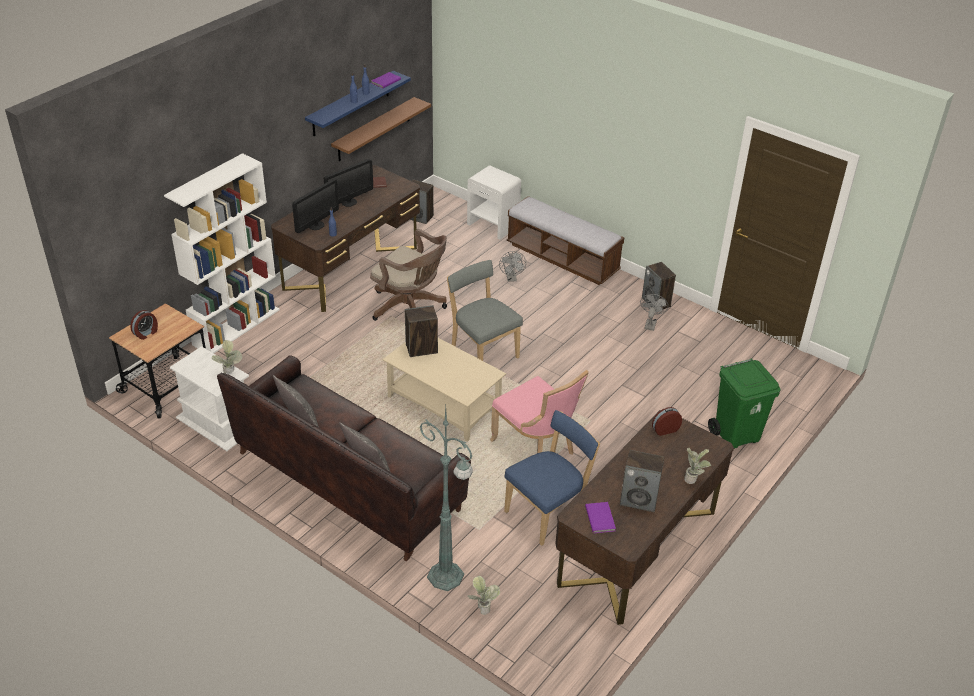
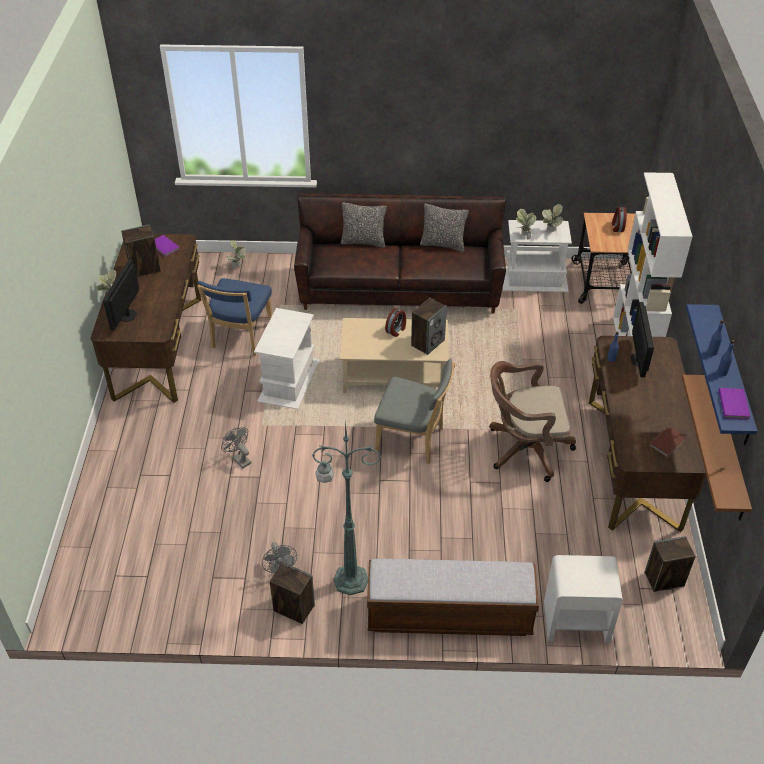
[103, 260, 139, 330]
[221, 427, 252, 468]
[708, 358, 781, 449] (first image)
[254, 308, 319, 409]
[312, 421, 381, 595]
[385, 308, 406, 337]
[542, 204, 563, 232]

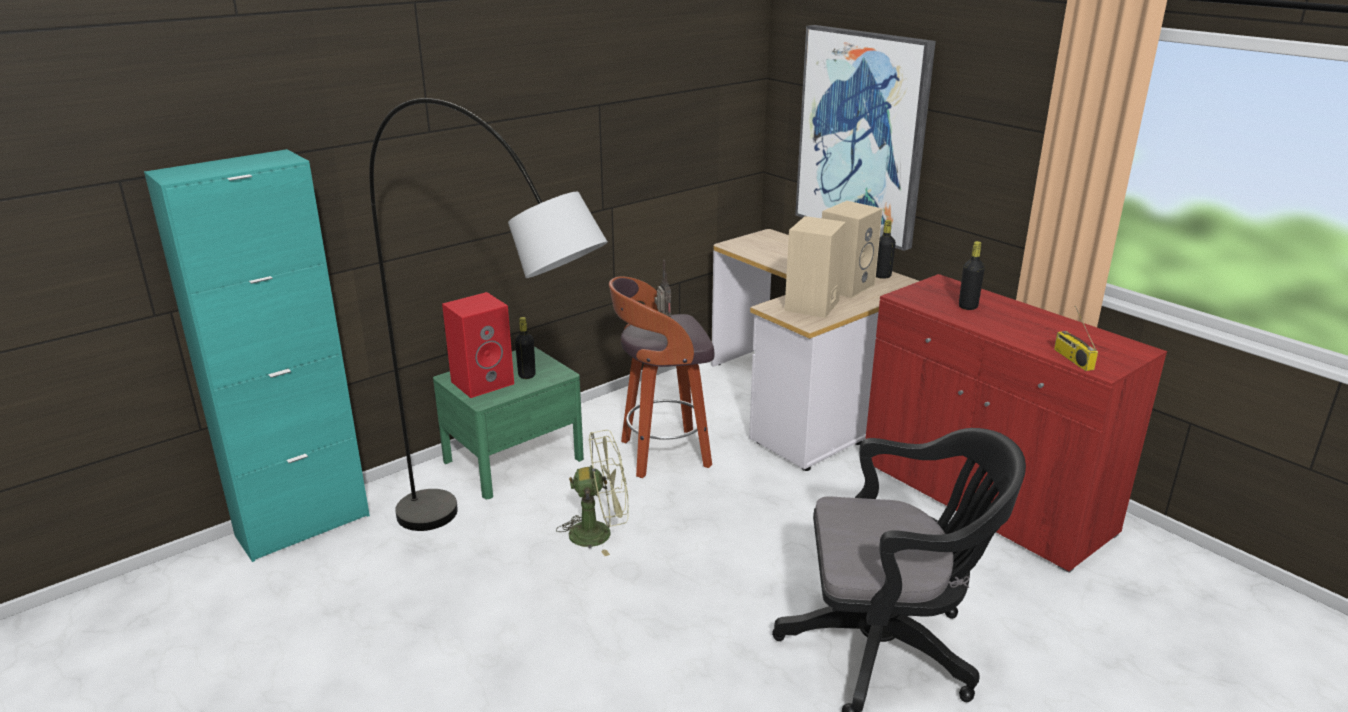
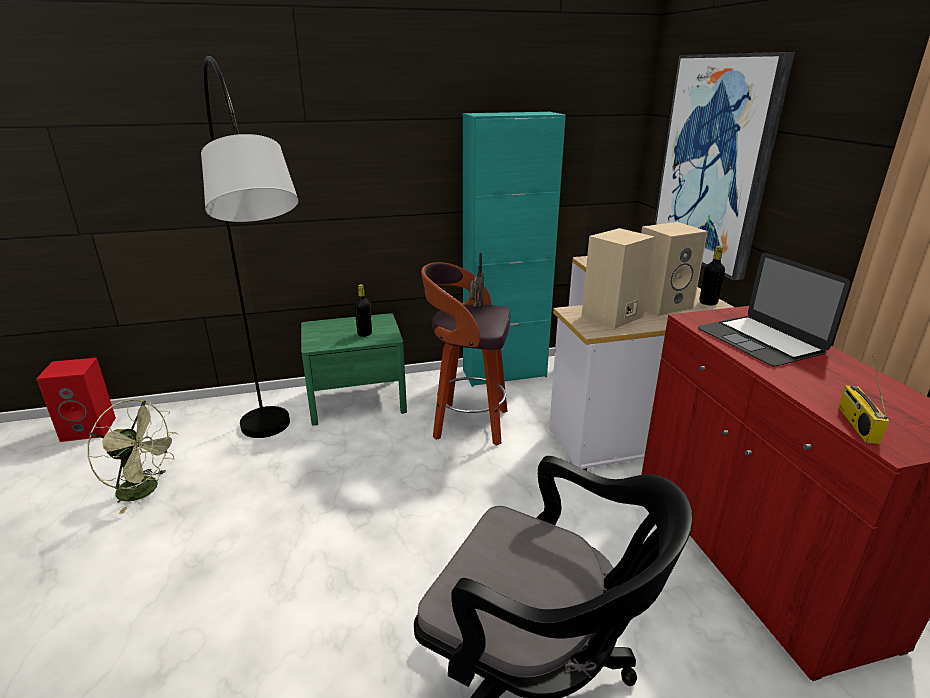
[463, 112, 566, 387]
[698, 252, 850, 366]
[36, 358, 116, 442]
[87, 399, 178, 514]

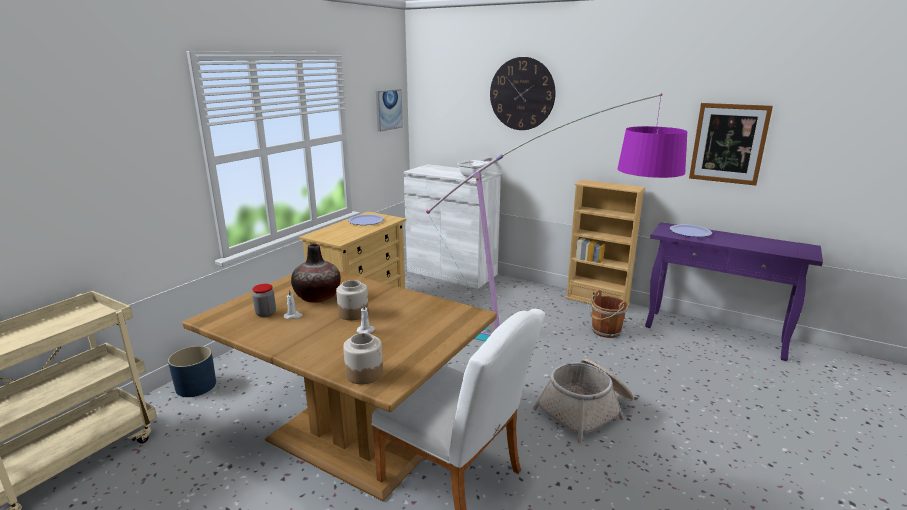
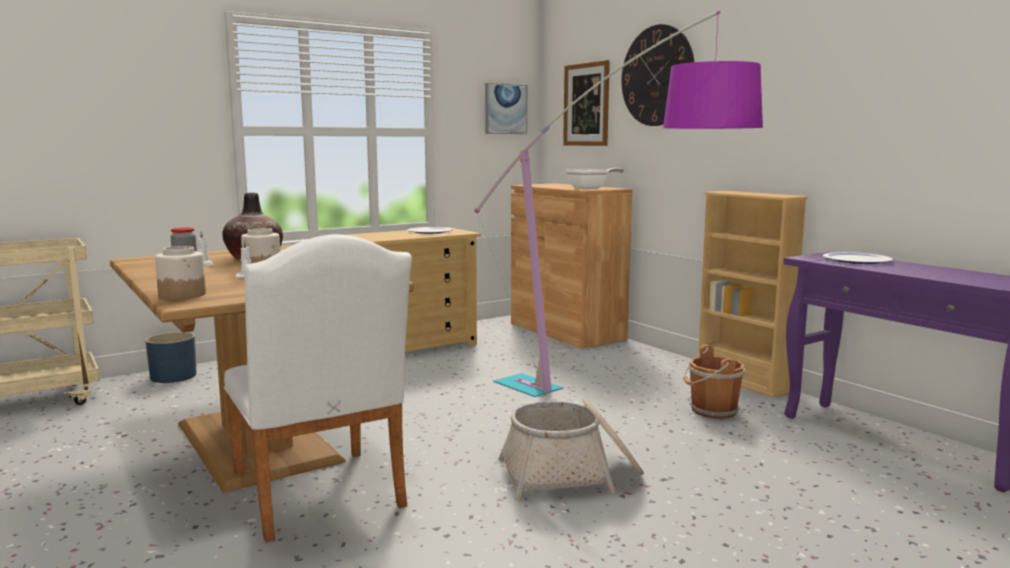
[563, 60, 610, 146]
[511, 183, 632, 349]

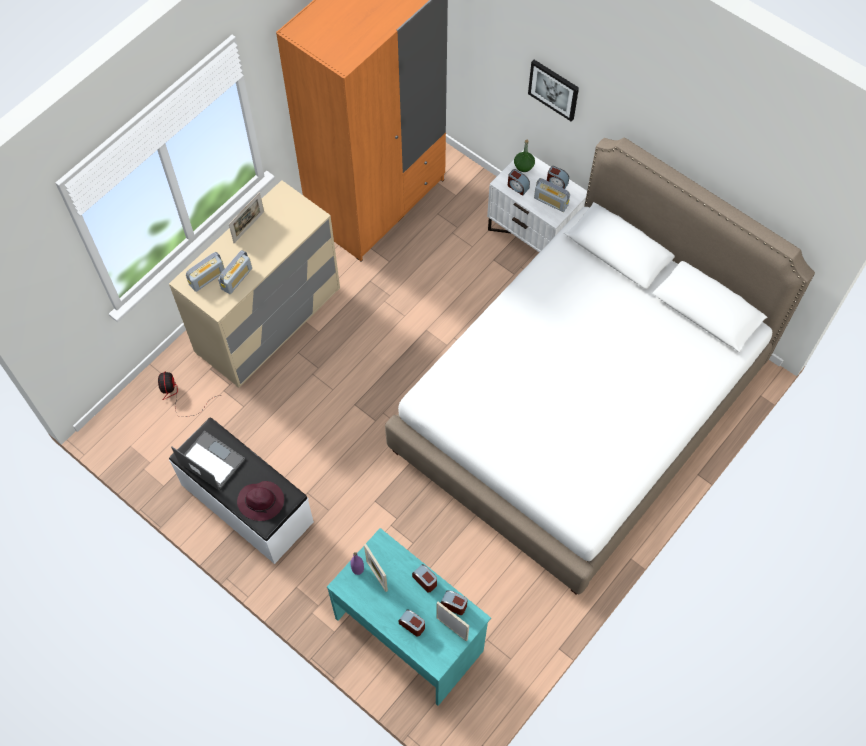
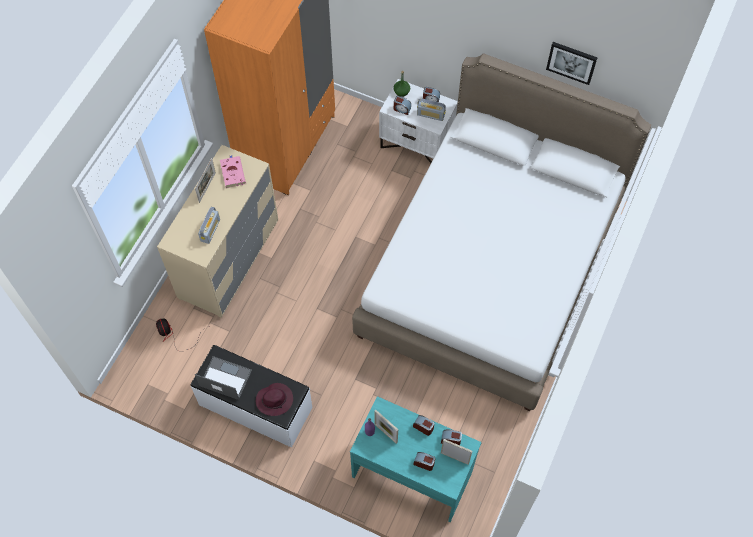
[546, 42, 597, 85]
[186, 252, 225, 292] (first image)
[220, 155, 246, 188]

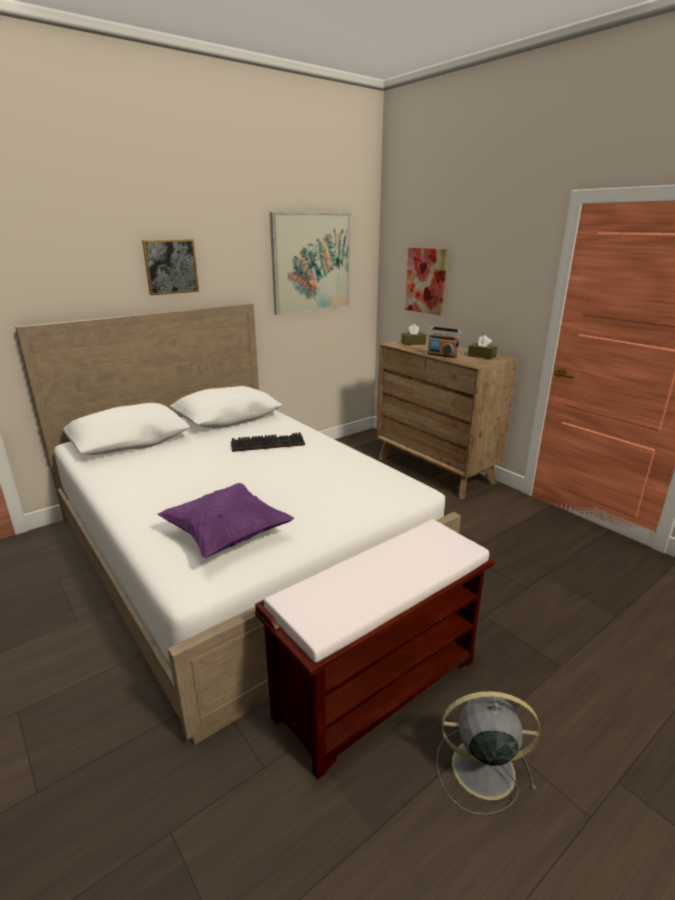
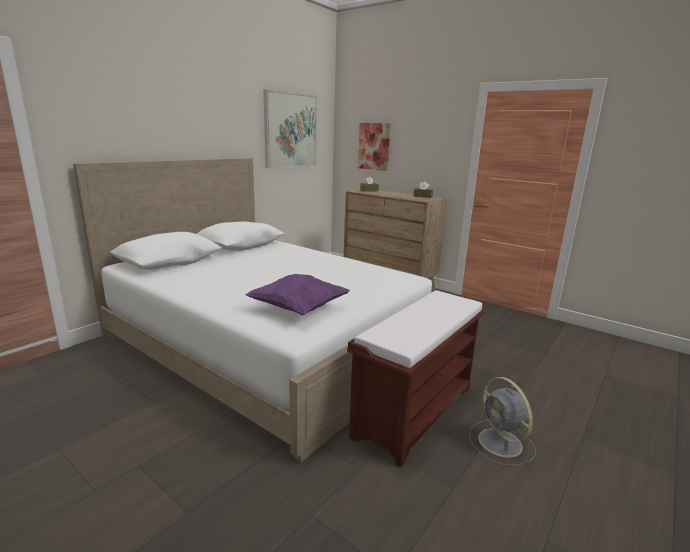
[142, 239, 199, 295] (first image)
[427, 327, 461, 358] (first image)
[231, 433, 305, 452] (first image)
[469, 377, 536, 466]

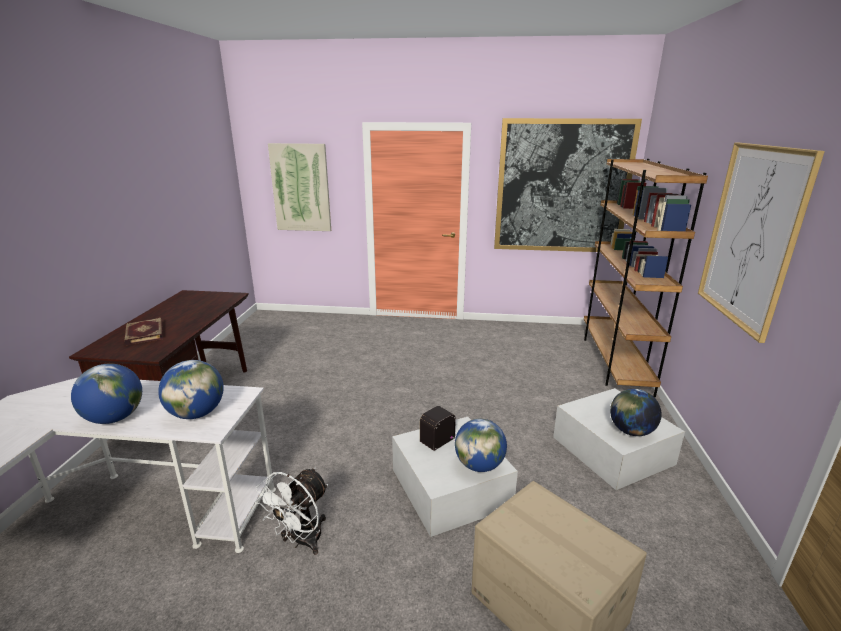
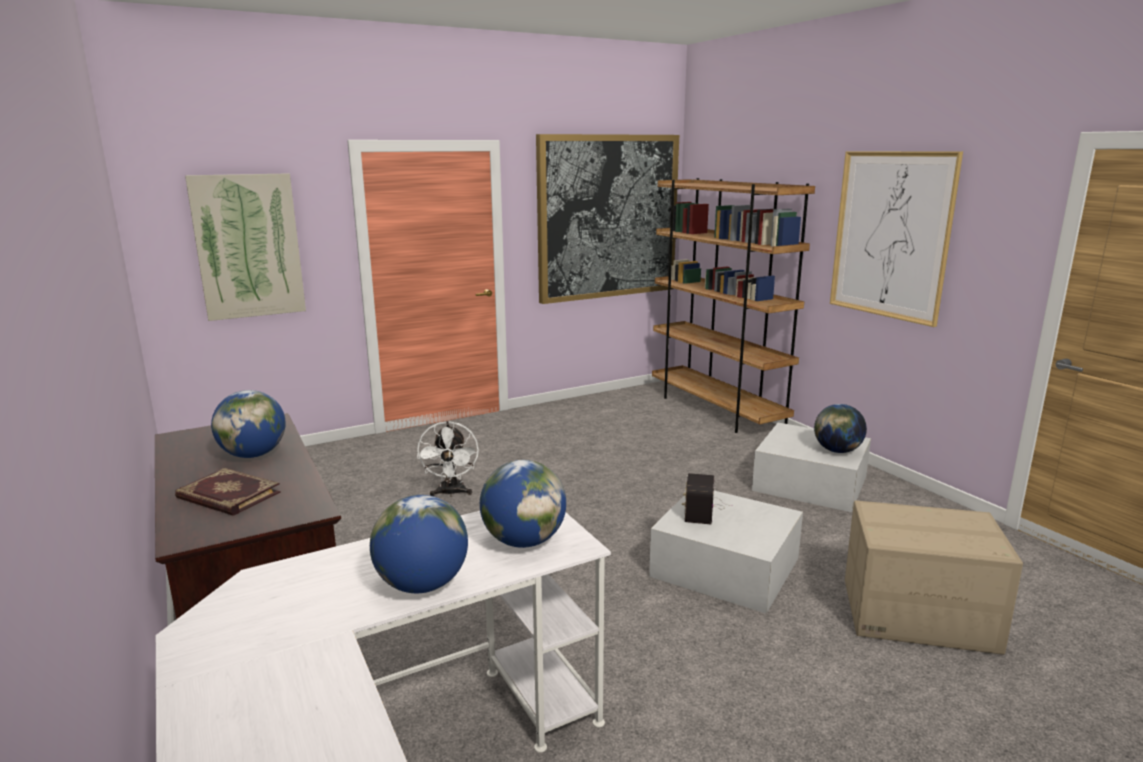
[211, 390, 286, 458]
[417, 421, 479, 497]

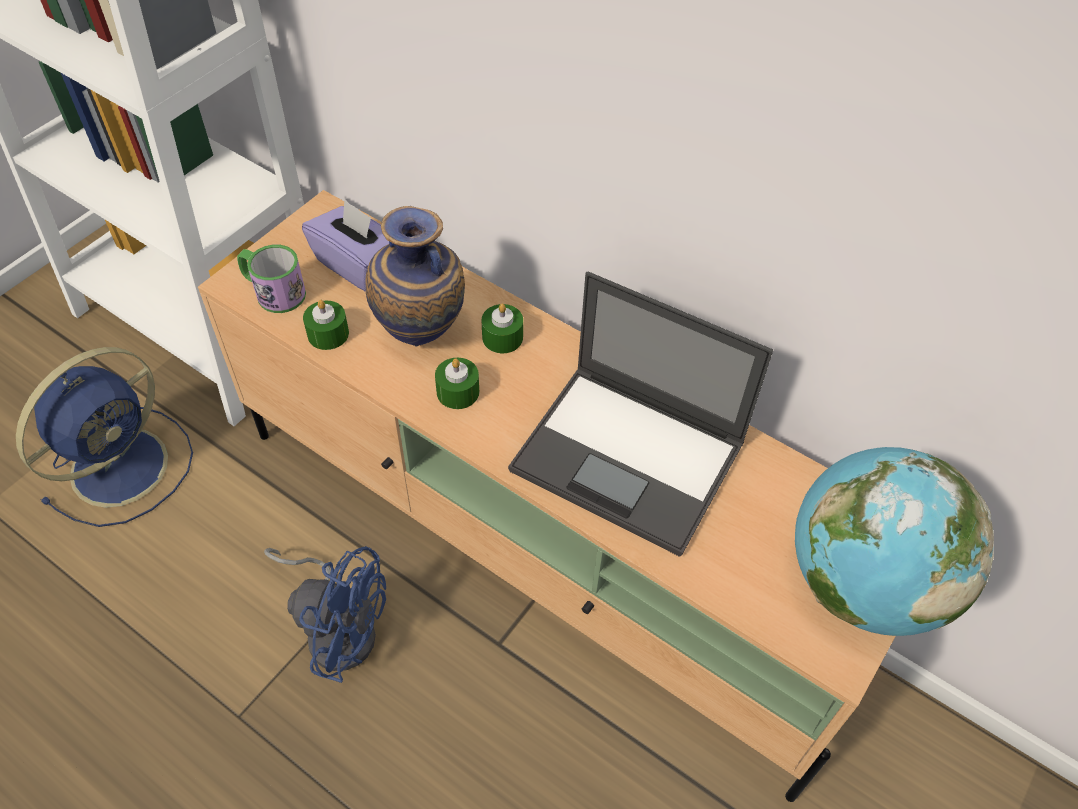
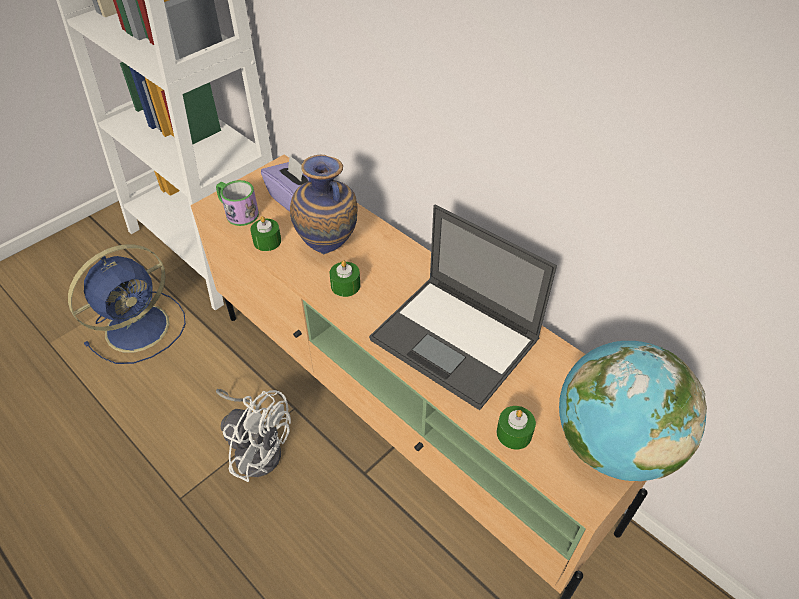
[496, 406, 536, 450]
[216, 389, 291, 482]

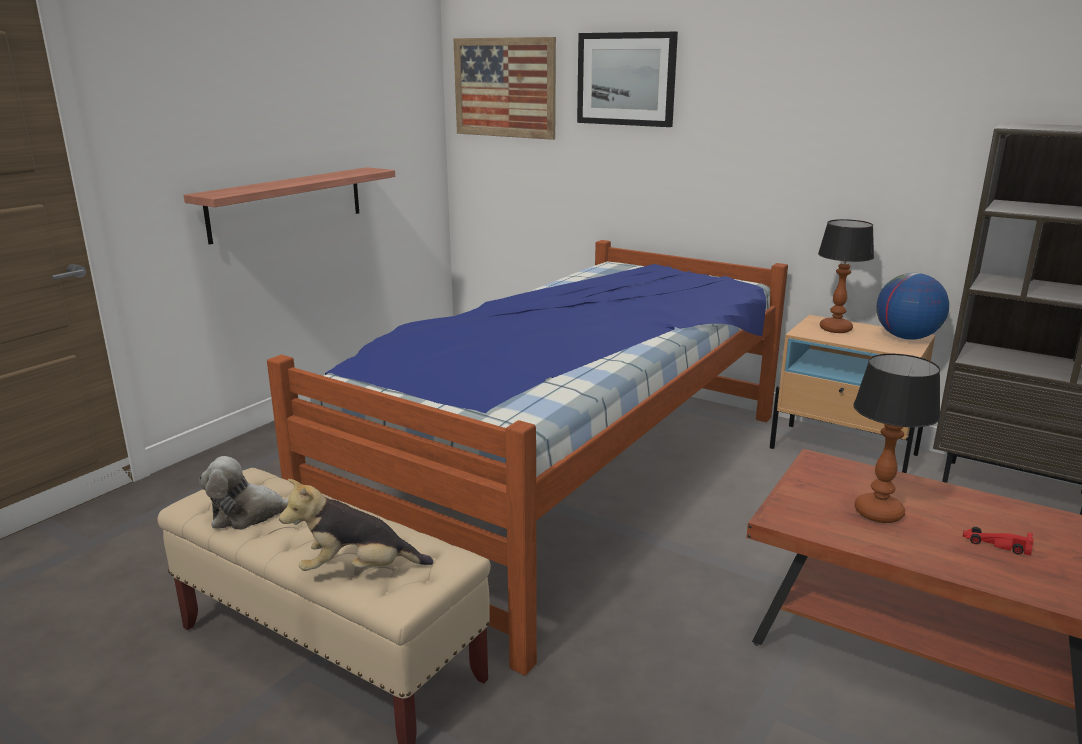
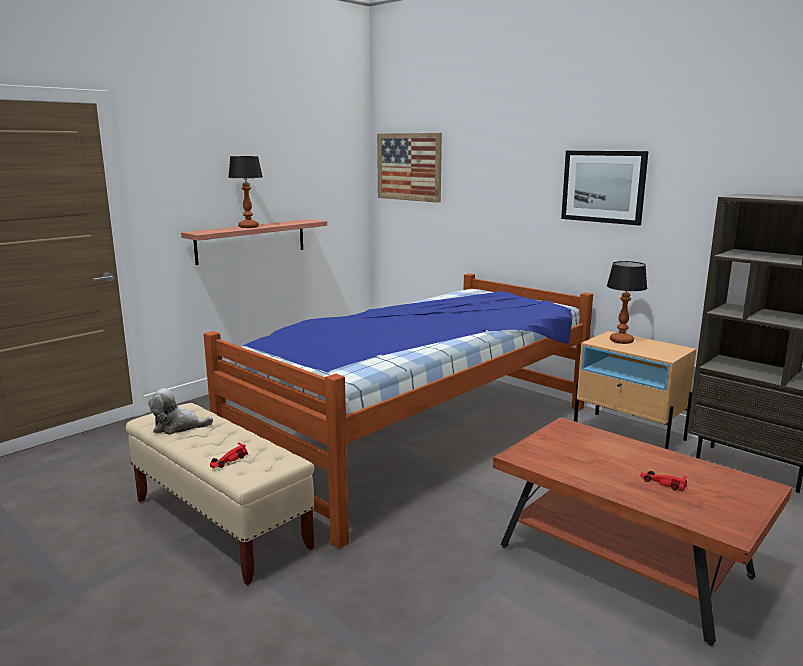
[561, 151, 649, 225]
[876, 273, 949, 340] (first image)
[228, 156, 263, 228]
[210, 443, 248, 468]

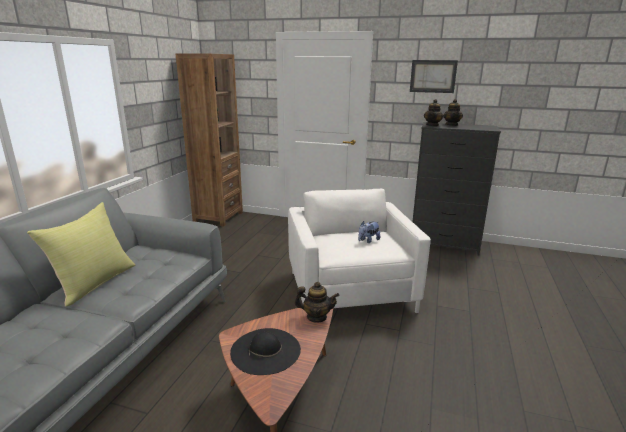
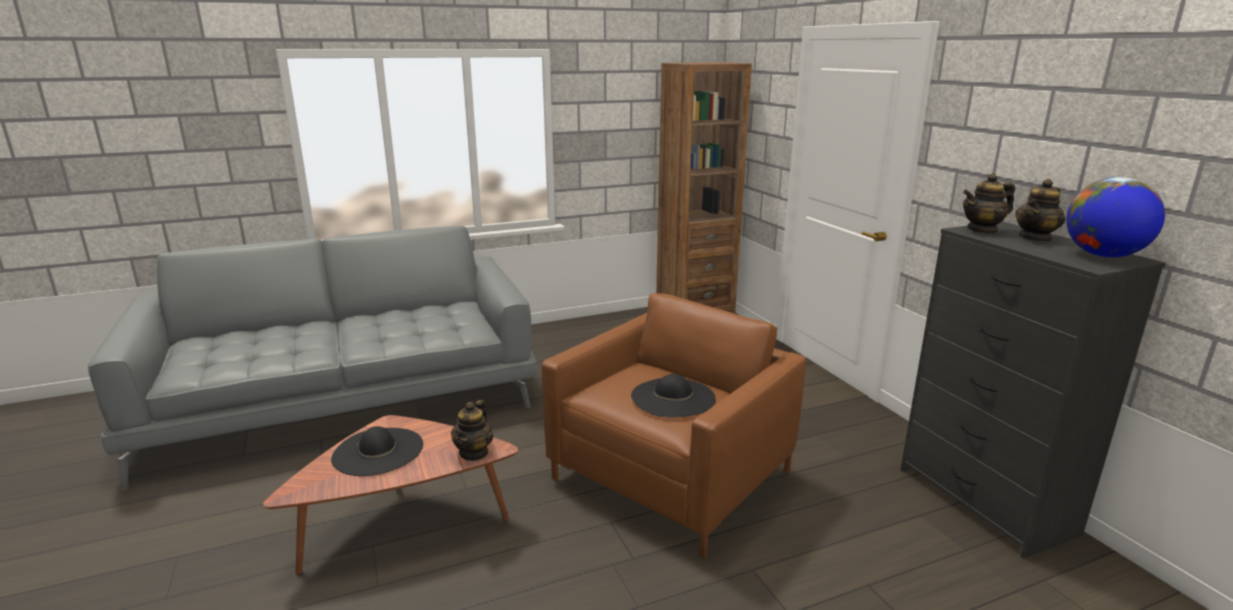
[410, 60, 458, 93] (first image)
[542, 293, 806, 558]
[27, 202, 136, 307] (first image)
[631, 374, 716, 417]
[451, 400, 493, 461]
[1066, 177, 1165, 258]

